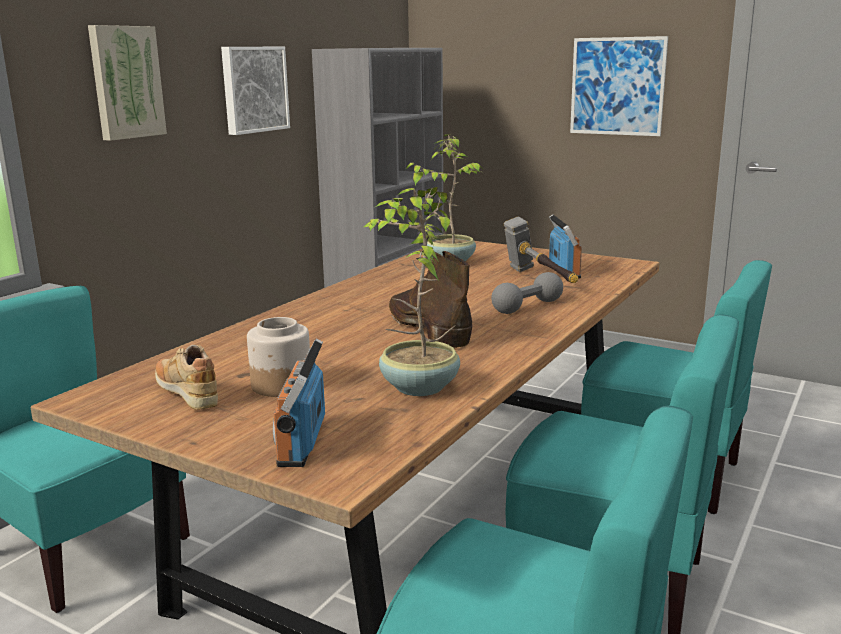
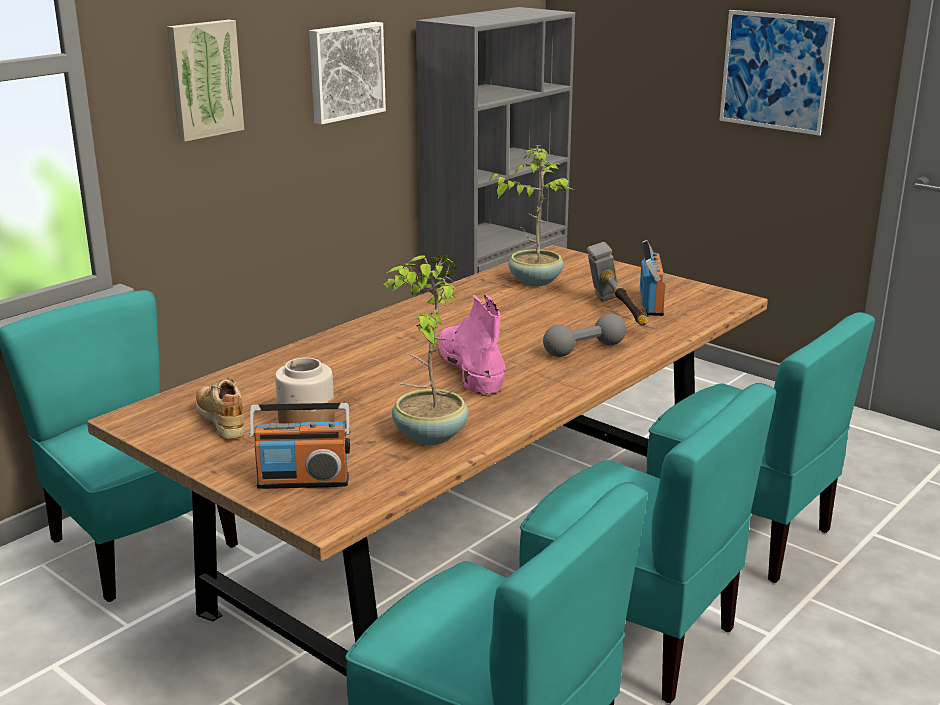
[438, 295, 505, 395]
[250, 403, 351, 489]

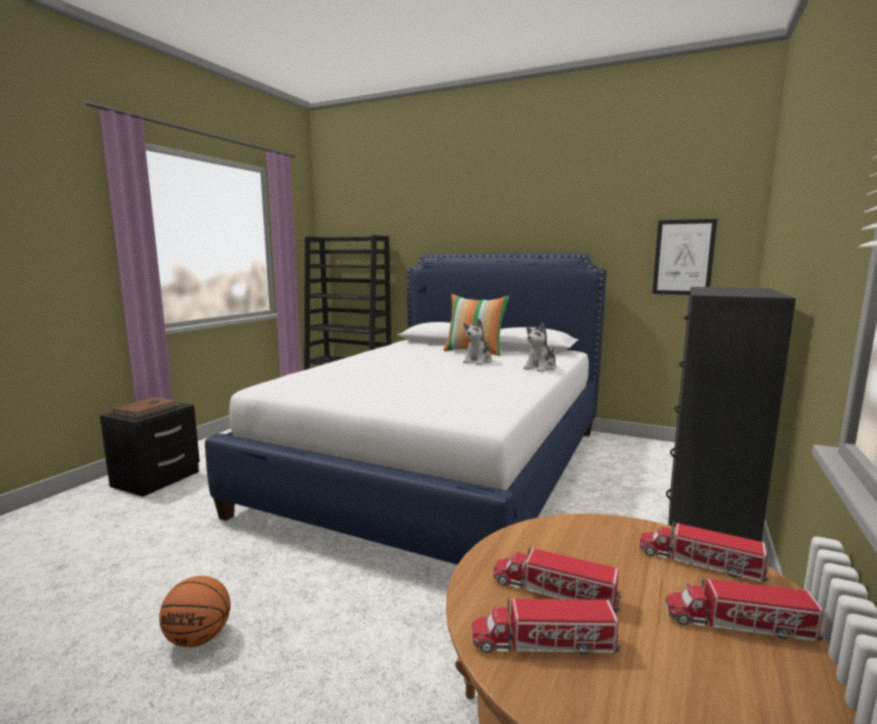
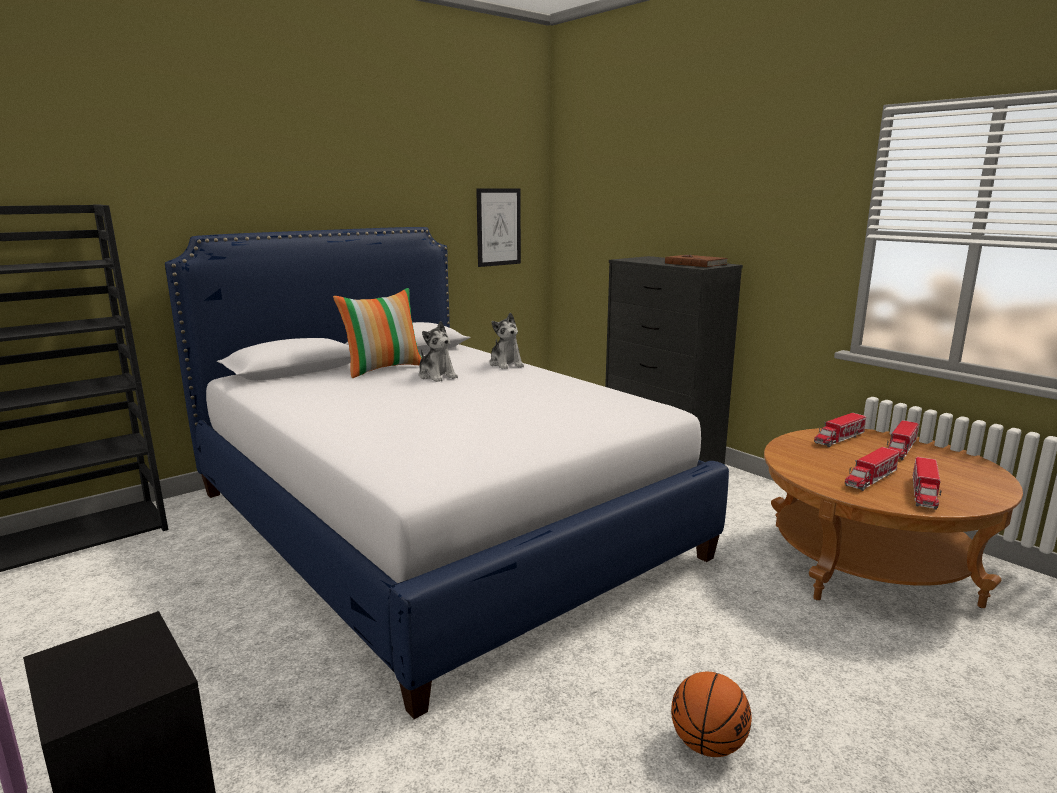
[665, 255, 728, 267]

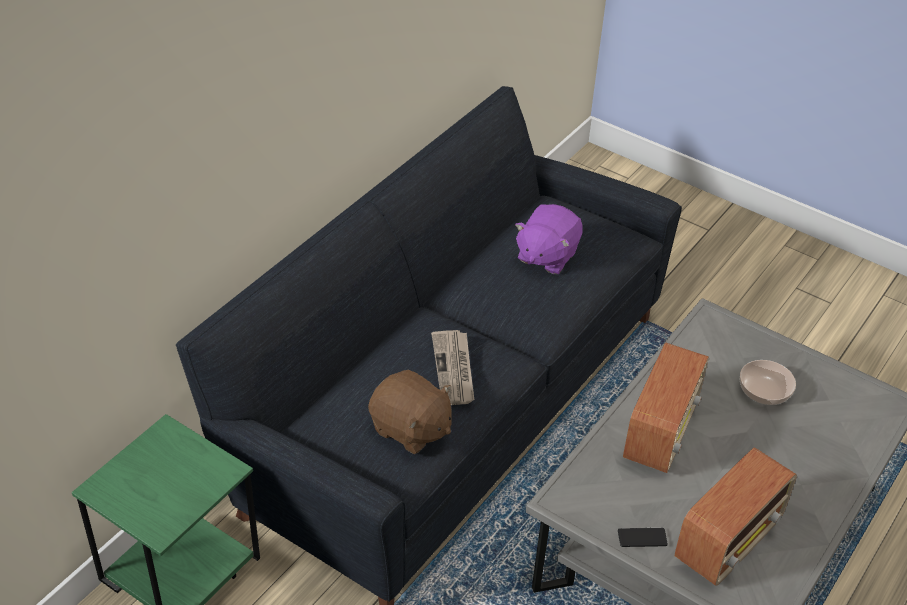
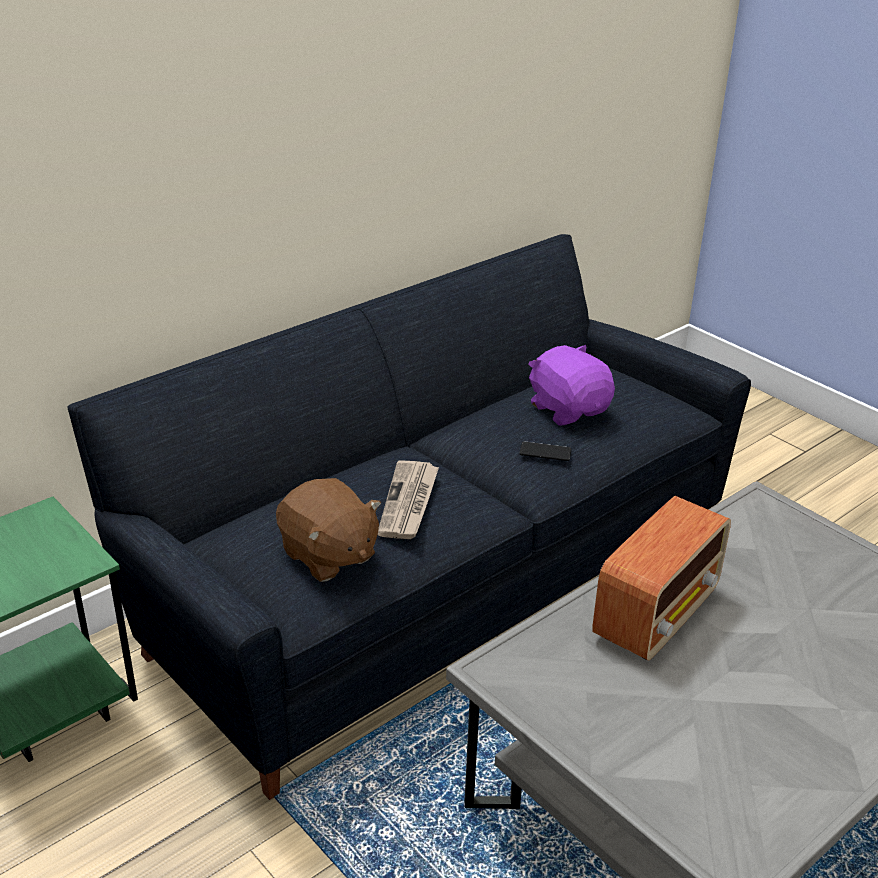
[528, 345, 615, 426]
[739, 360, 796, 405] (first image)
[675, 448, 797, 586] (first image)
[519, 441, 572, 461]

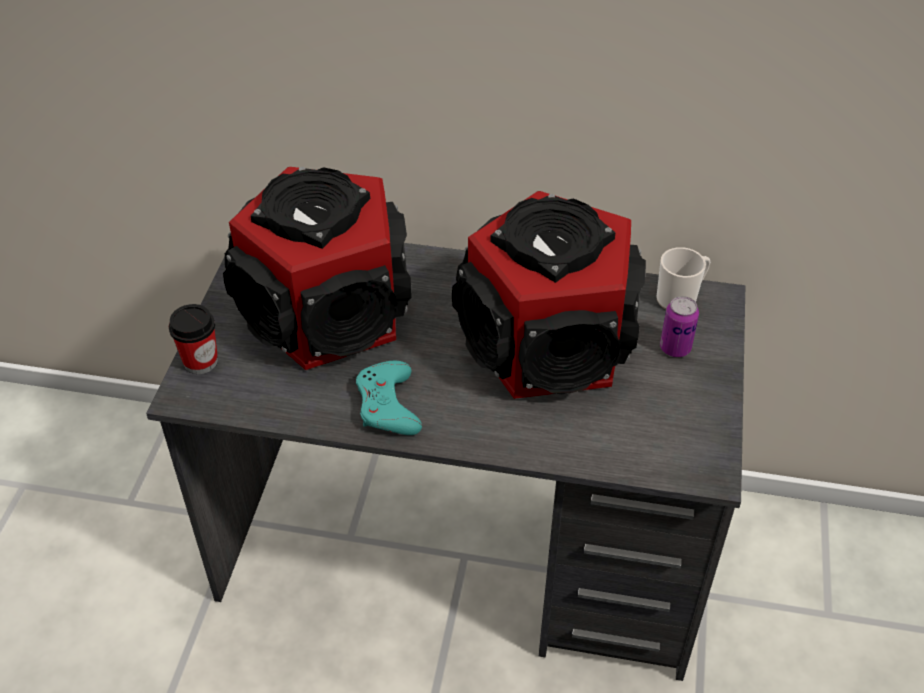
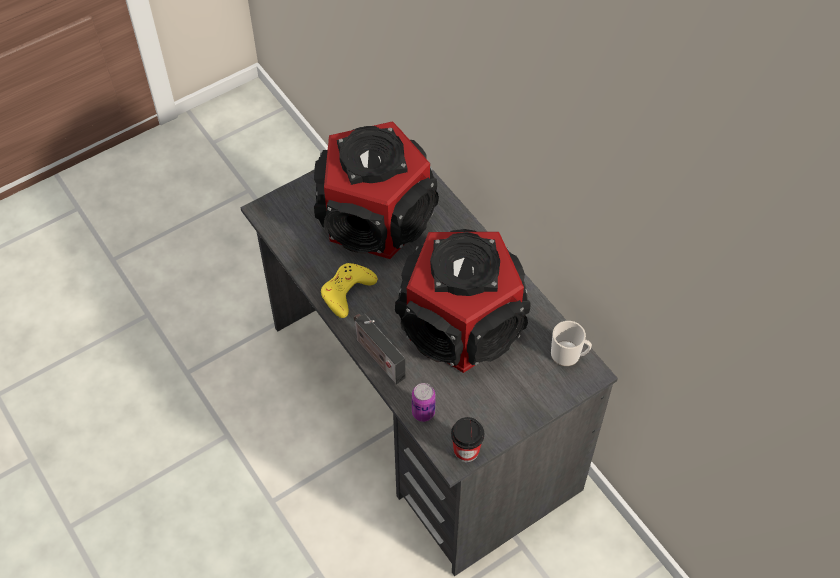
[412, 383, 436, 422]
[451, 417, 484, 462]
[321, 263, 378, 318]
[354, 314, 406, 384]

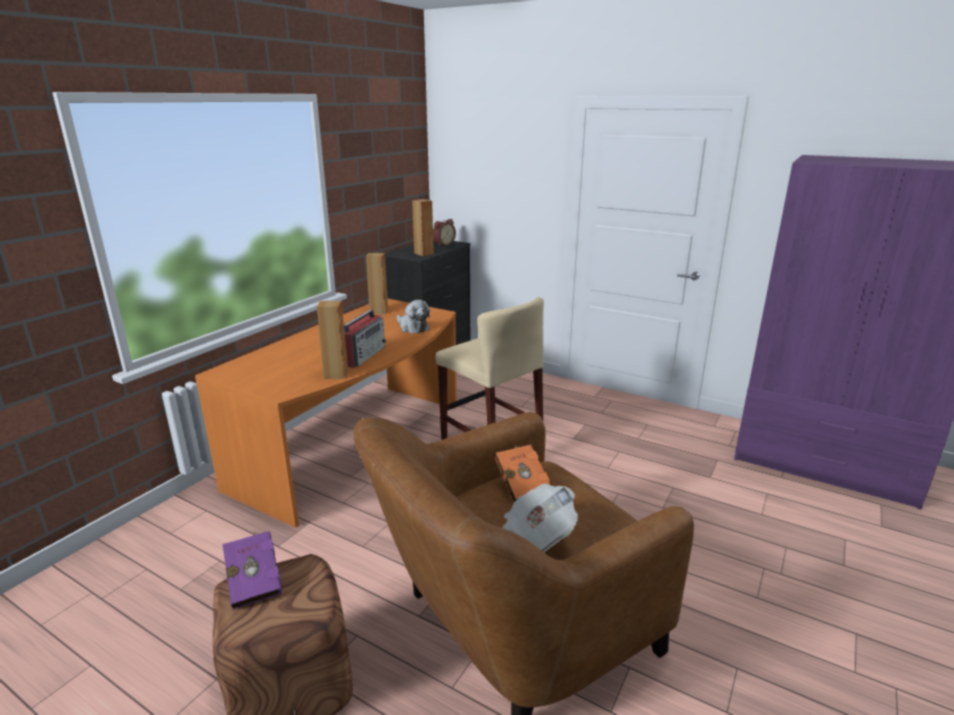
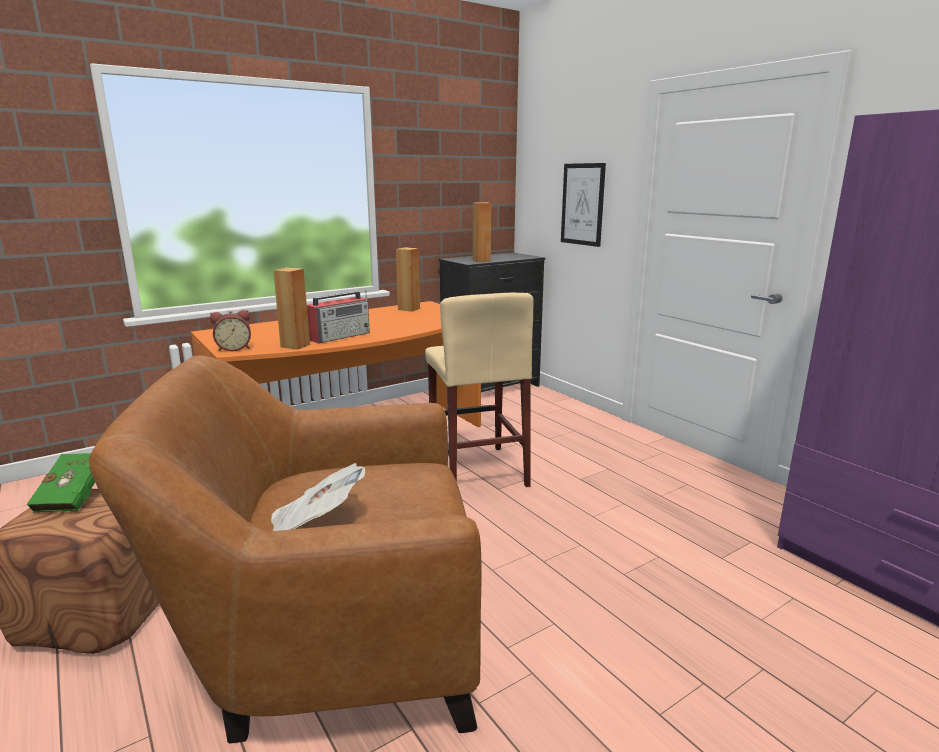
[210, 310, 251, 351]
[397, 300, 430, 334] (first image)
[495, 445, 551, 502] (first image)
[27, 453, 95, 512]
[561, 163, 606, 247]

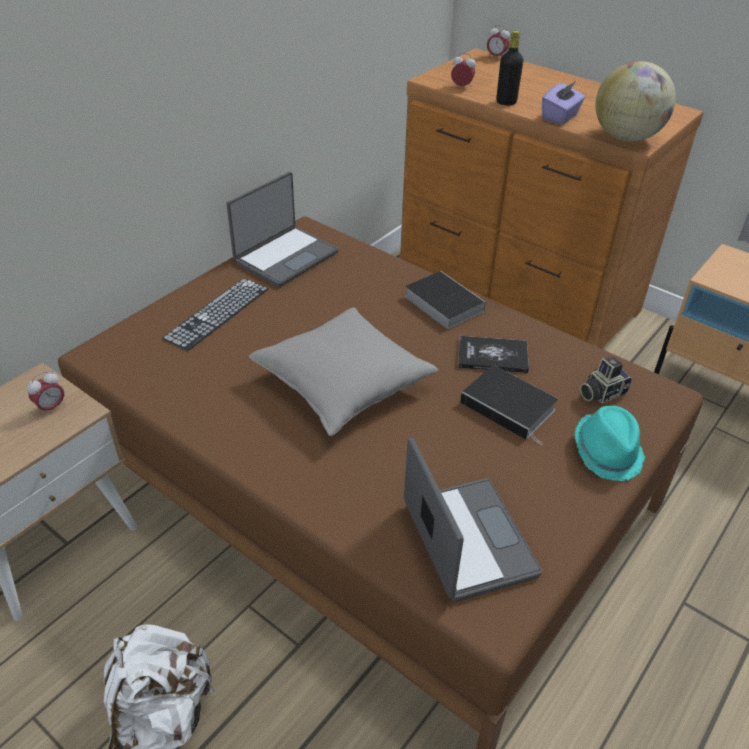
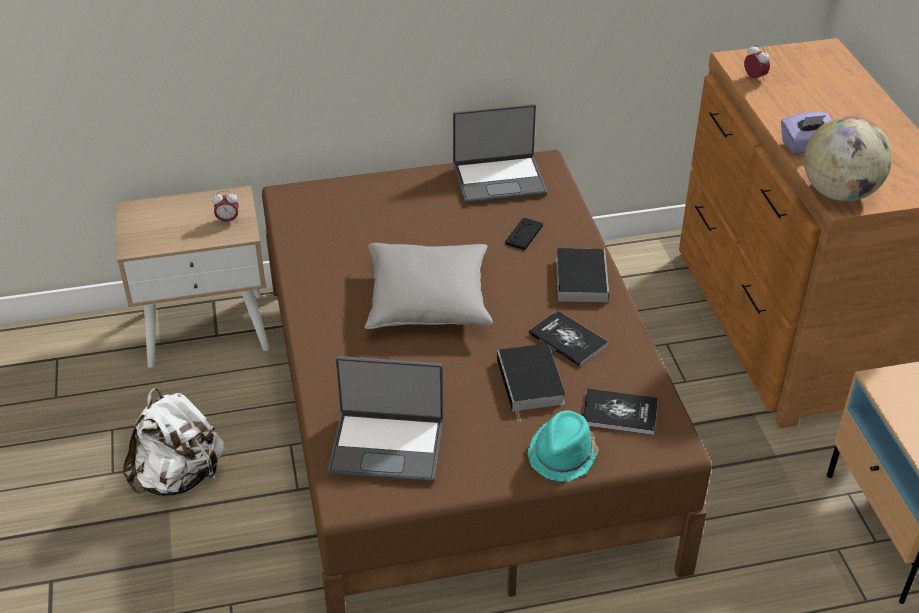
[487, 25, 510, 57] (first image)
[496, 31, 524, 106] (first image)
[162, 278, 268, 351] (first image)
[583, 389, 658, 435]
[327, 356, 443, 482]
[505, 218, 543, 250]

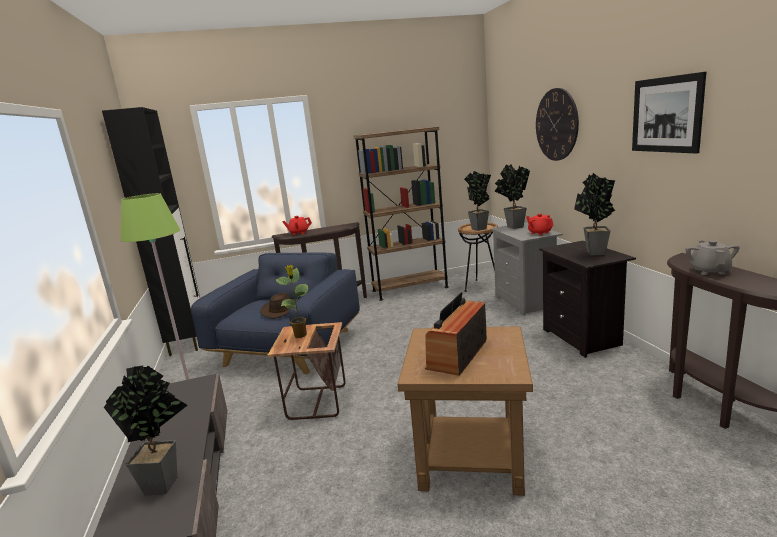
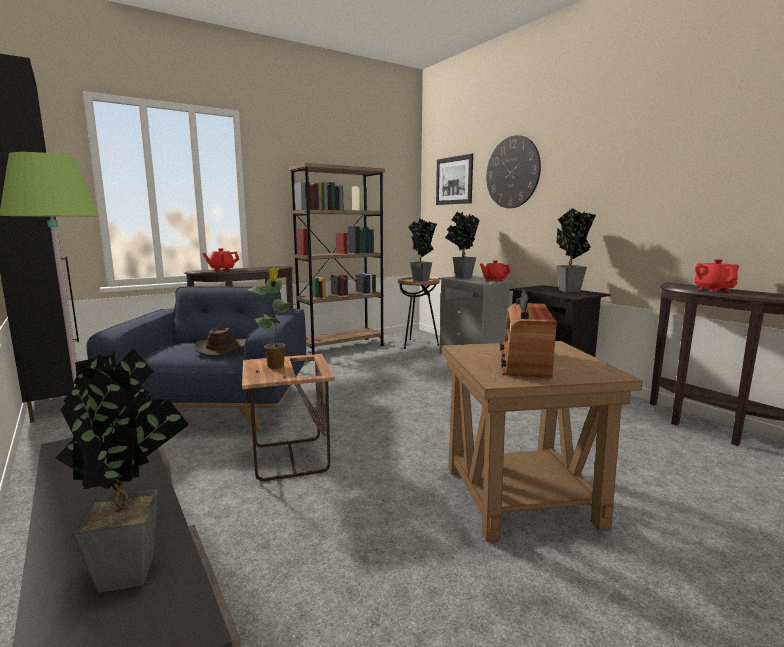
[436, 154, 473, 205]
[694, 259, 739, 292]

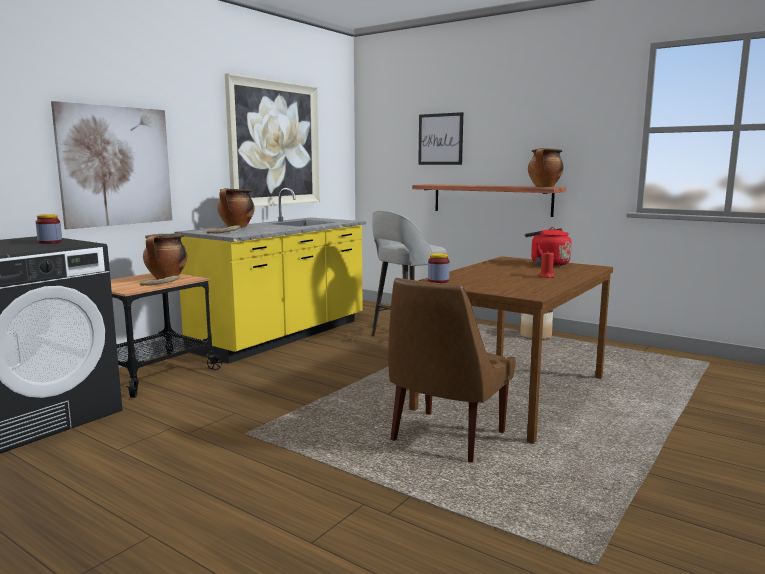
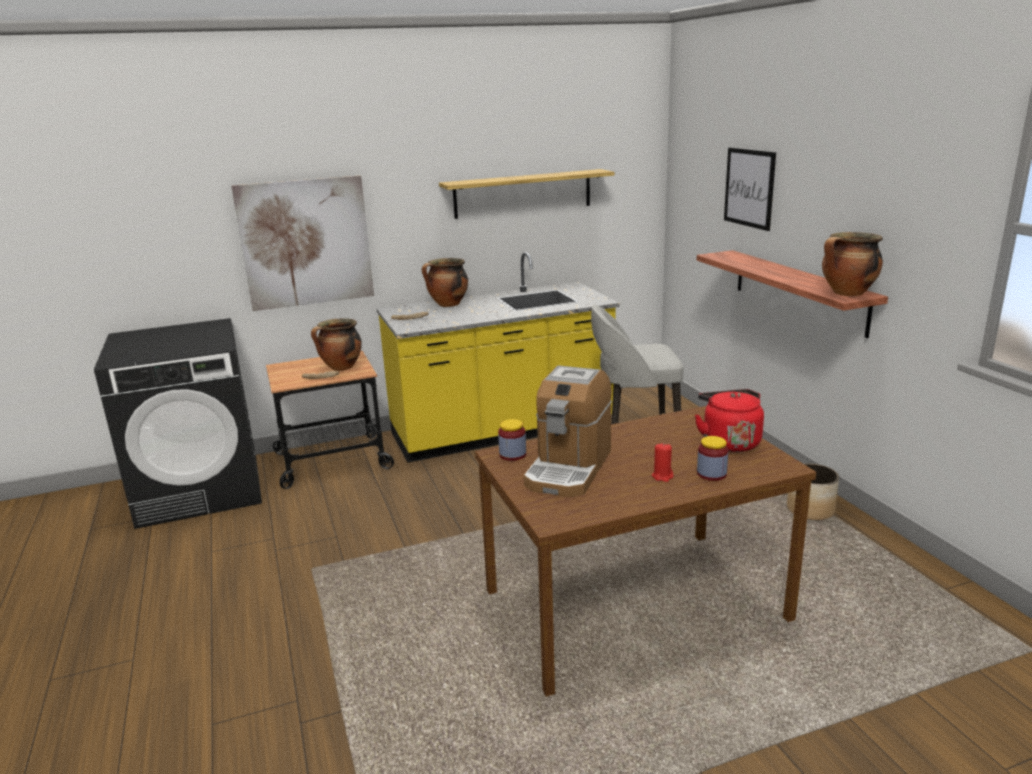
[439, 169, 614, 219]
[697, 436, 728, 481]
[388, 278, 516, 463] (first image)
[524, 365, 612, 498]

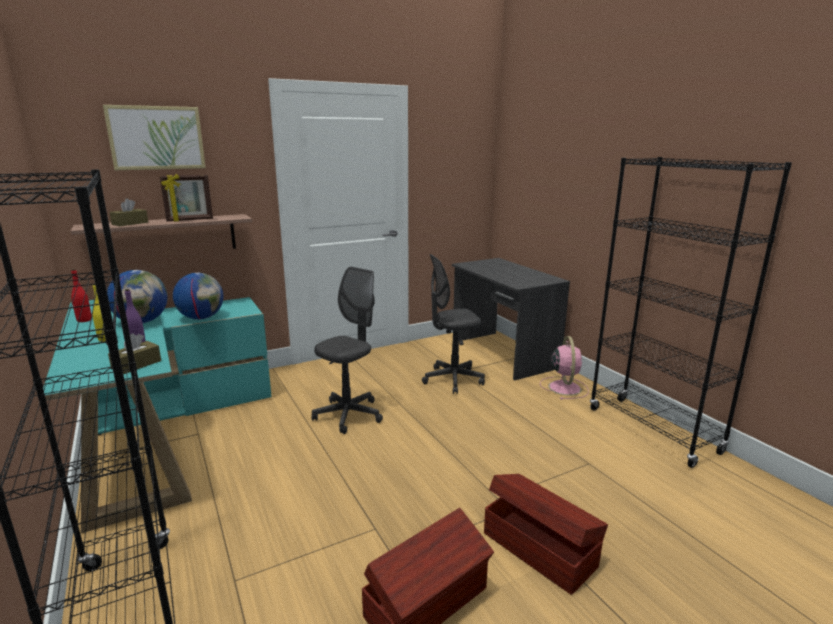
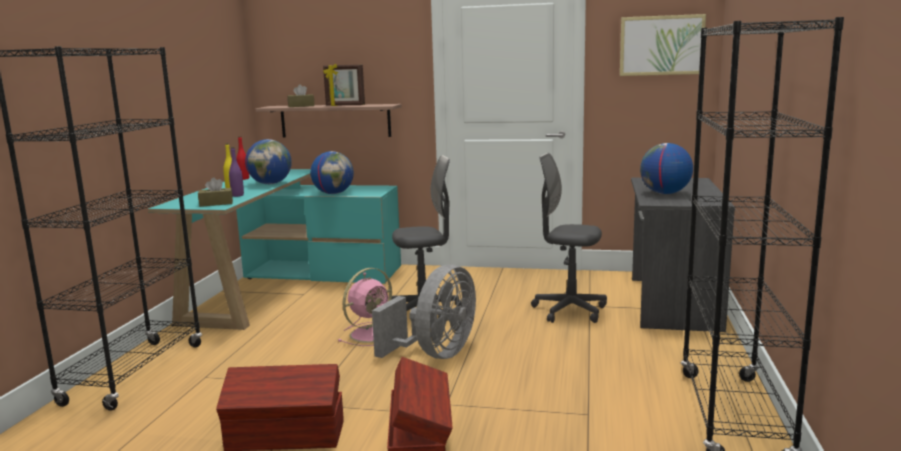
[620, 14, 706, 76]
[338, 268, 392, 346]
[640, 143, 693, 194]
[372, 265, 476, 359]

